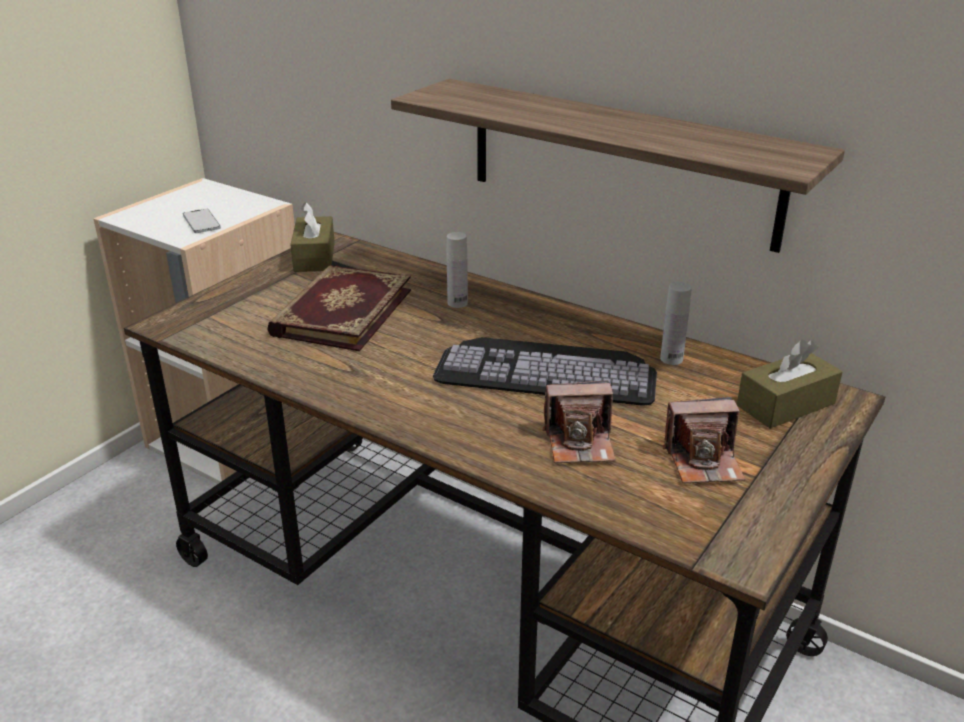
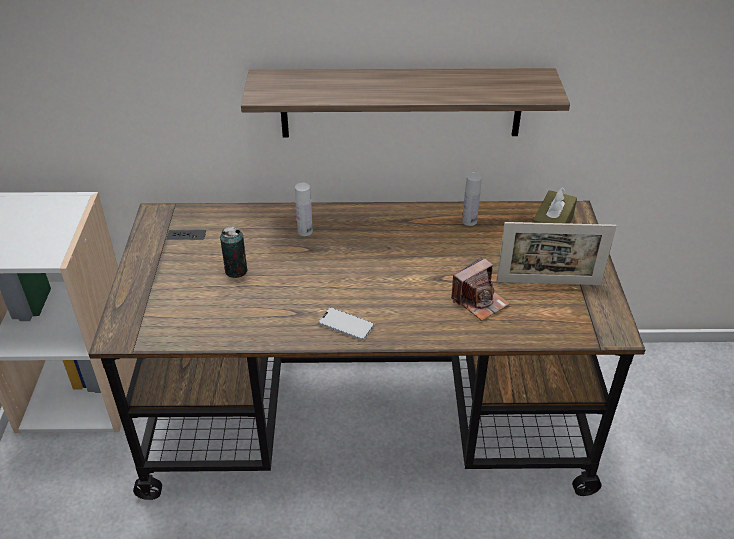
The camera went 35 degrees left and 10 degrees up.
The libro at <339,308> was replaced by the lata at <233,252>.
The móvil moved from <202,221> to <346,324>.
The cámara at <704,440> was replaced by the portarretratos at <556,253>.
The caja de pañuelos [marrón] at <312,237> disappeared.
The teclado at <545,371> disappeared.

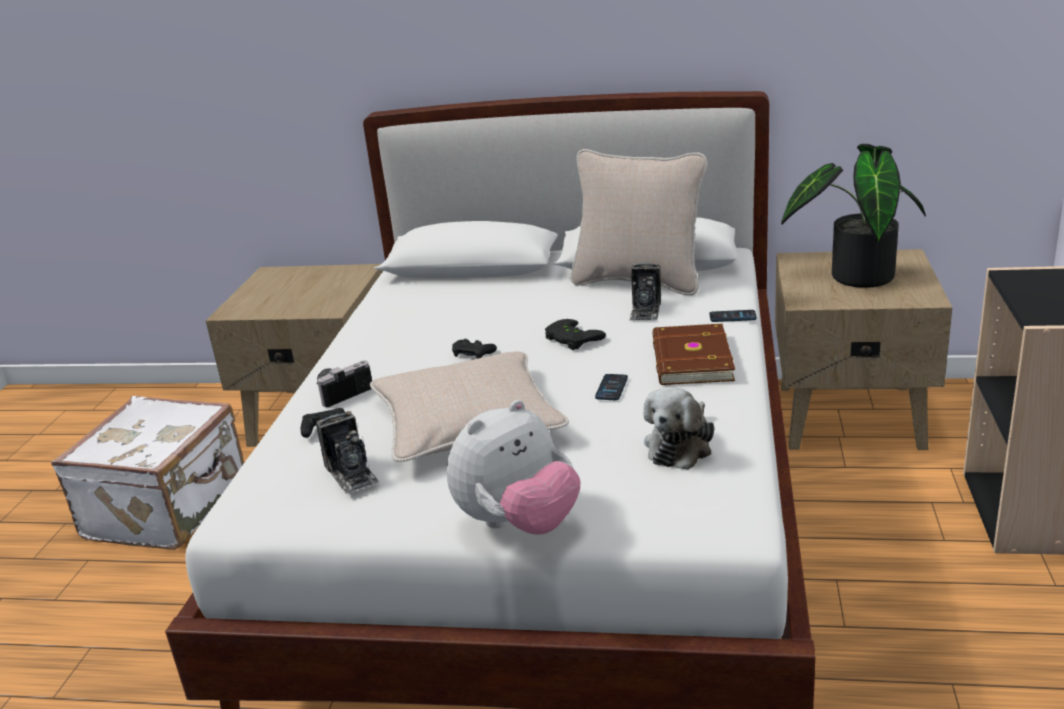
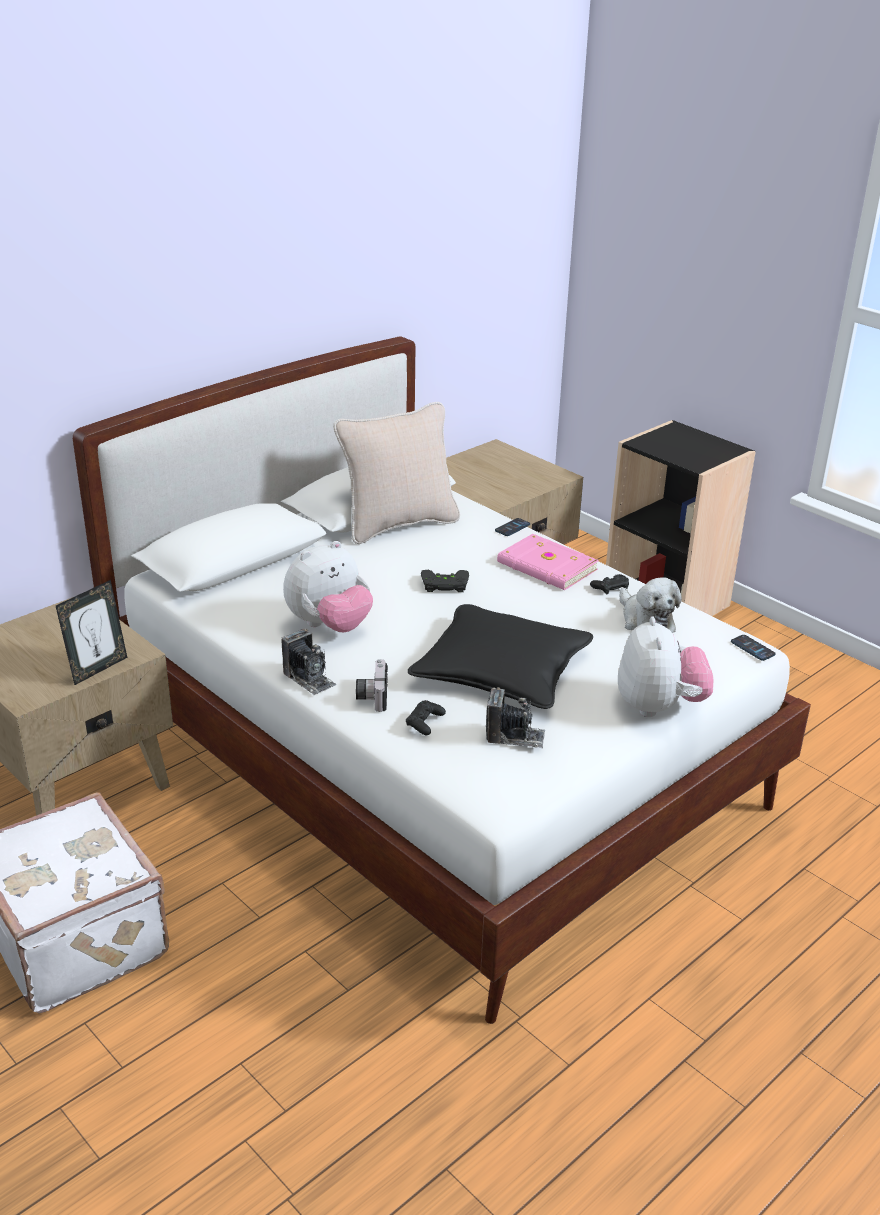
The camera went 55 degrees left and 5 degrees up.
The portarretratos at <91,632> appeared.
The cámara moved from <645,292> to <309,662>.
The peluche at <328,586> appeared.
The cojín [beis] at <469,406> became the cojín [negro] at <500,656>.
The libro [marrón] at <693,354> became the libro [rosa] at <548,562>.
The mando de consola [negro] moved from <474,349> to <609,584>.
The móvil moved from <611,387> to <753,648>.
The planta en maceta at <853,216> disappeared.

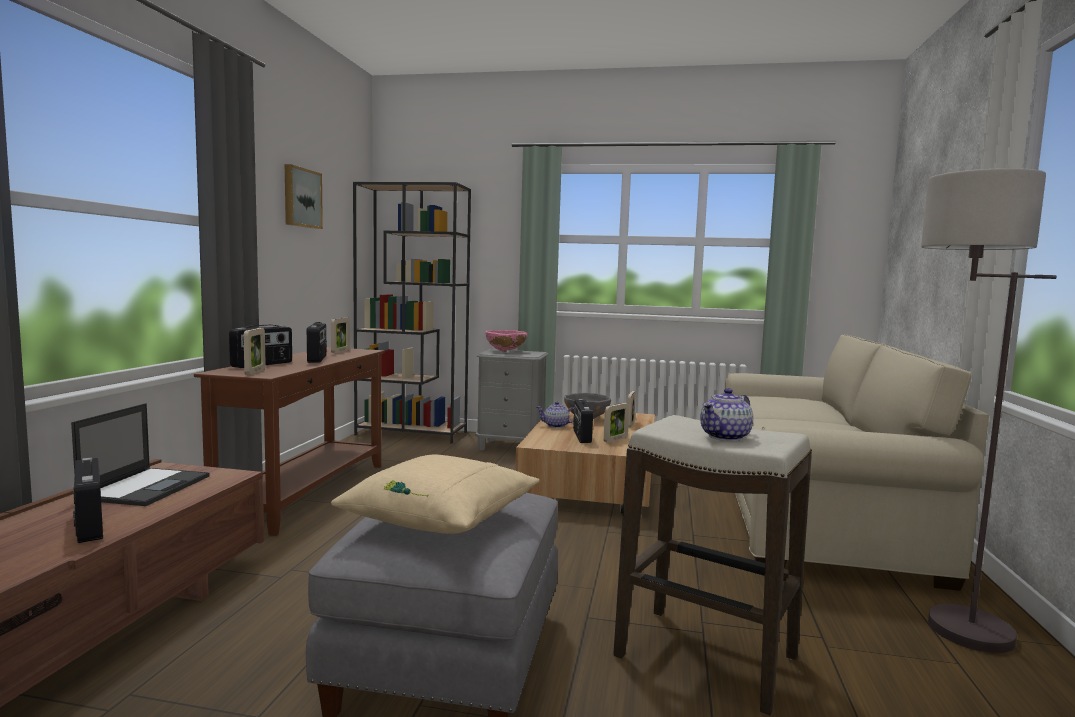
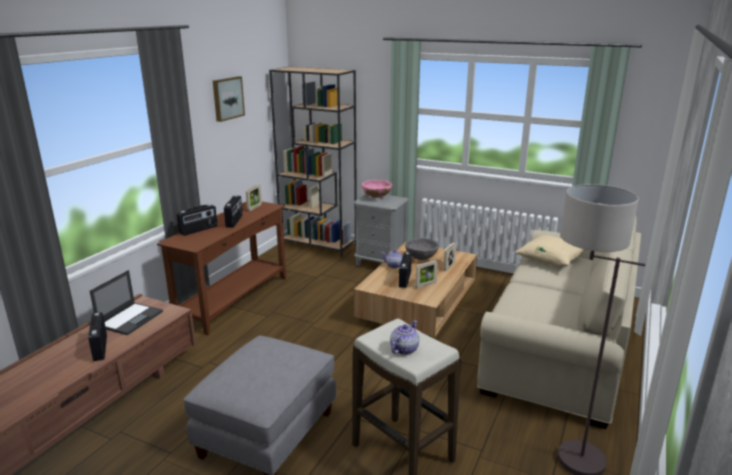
The camera went 15 degrees right and 15 degrees up.
The tetera at <726,414> turned 150 degrees clockwise.
The cojín [beis] moved from <435,494> to <550,250>.
The portarretratos at <254,351> disappeared.

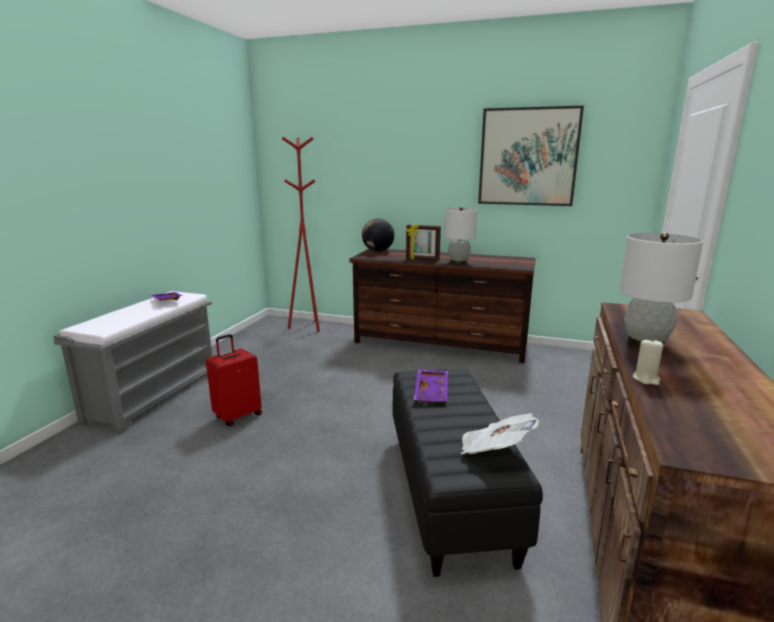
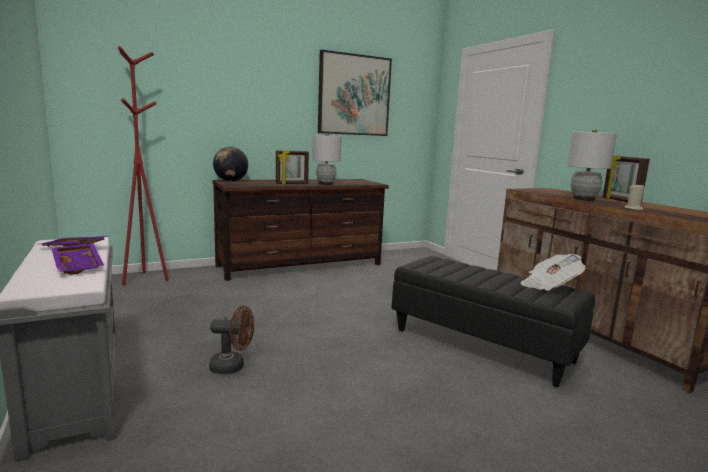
The camera went 45 degrees left and 5 degrees down.
The bandeja [morado] moved from <431,386> to <77,259>.
The maleta [rojo] at <234,380> was replaced by the ventilador [marrón] at <231,339>.
The portarretratos at <626,179> appeared.

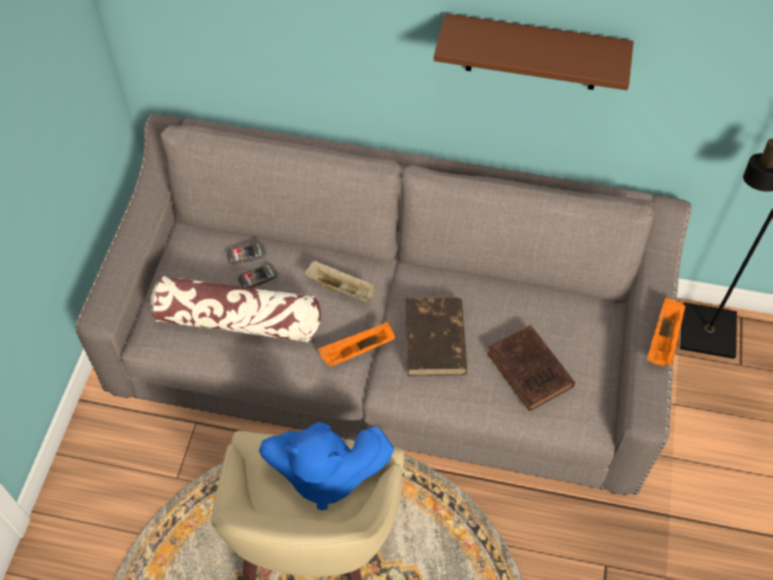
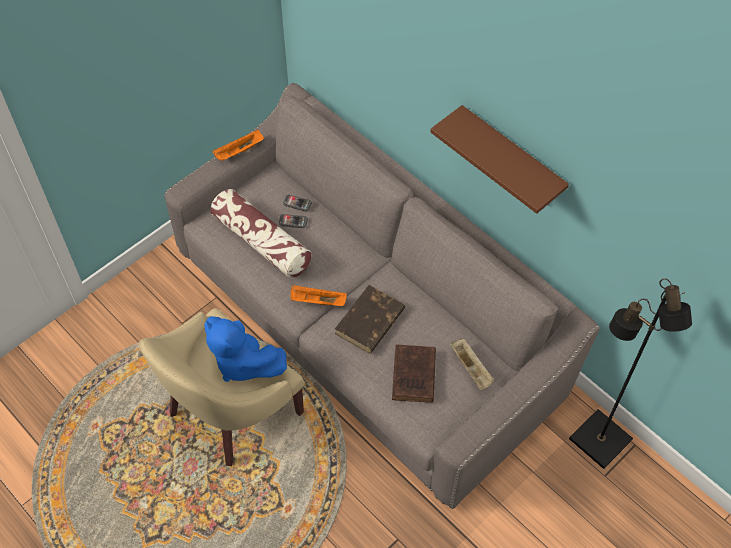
The camera went 35 degrees right and 0 degrees up.
The bandeja [naranja] moved from <666,332> to <238,145>.
The bandeja [beis] moved from <340,282> to <472,364>.

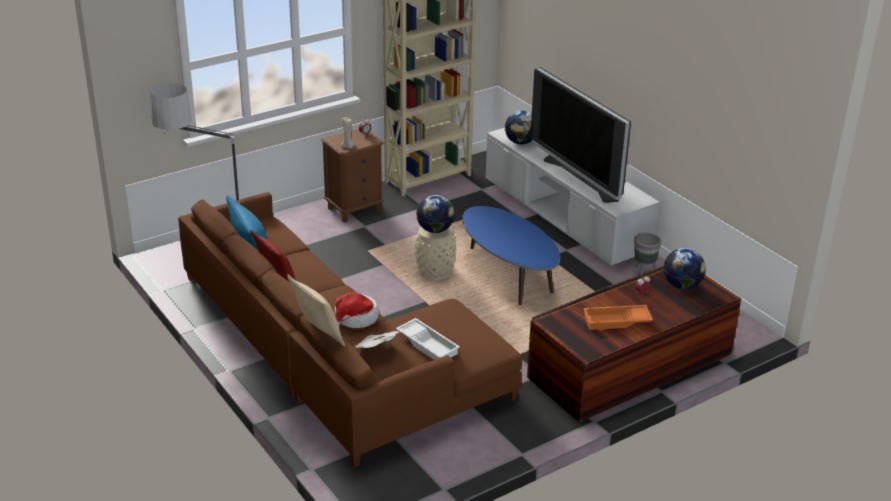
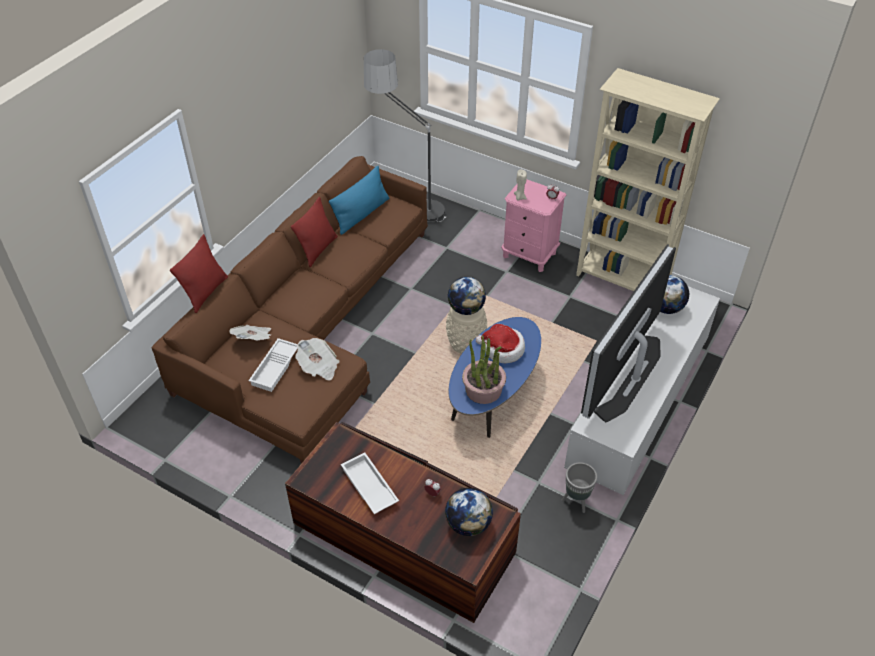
The camera went 65 degrees right and 15 degrees up.
The cojín [beis] at <316,310> became the cojín [rojo] at <199,273>.
The periódico at <317,359> appeared.
The bandeja [naranja] at <618,317> became the bandeja [blanco] at <370,483>.
The planta en maceta at <484,369> appeared.
The sombrero moved from <357,310> to <500,343>.
The mesita de noche [marrón] at <352,175> became the mesita de noche [rosa] at <533,225>.

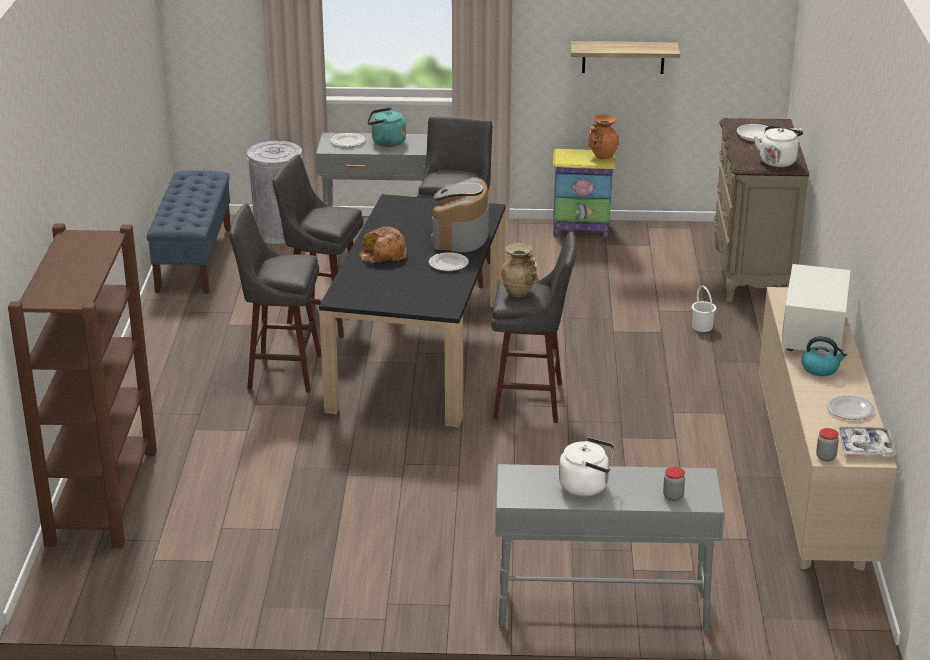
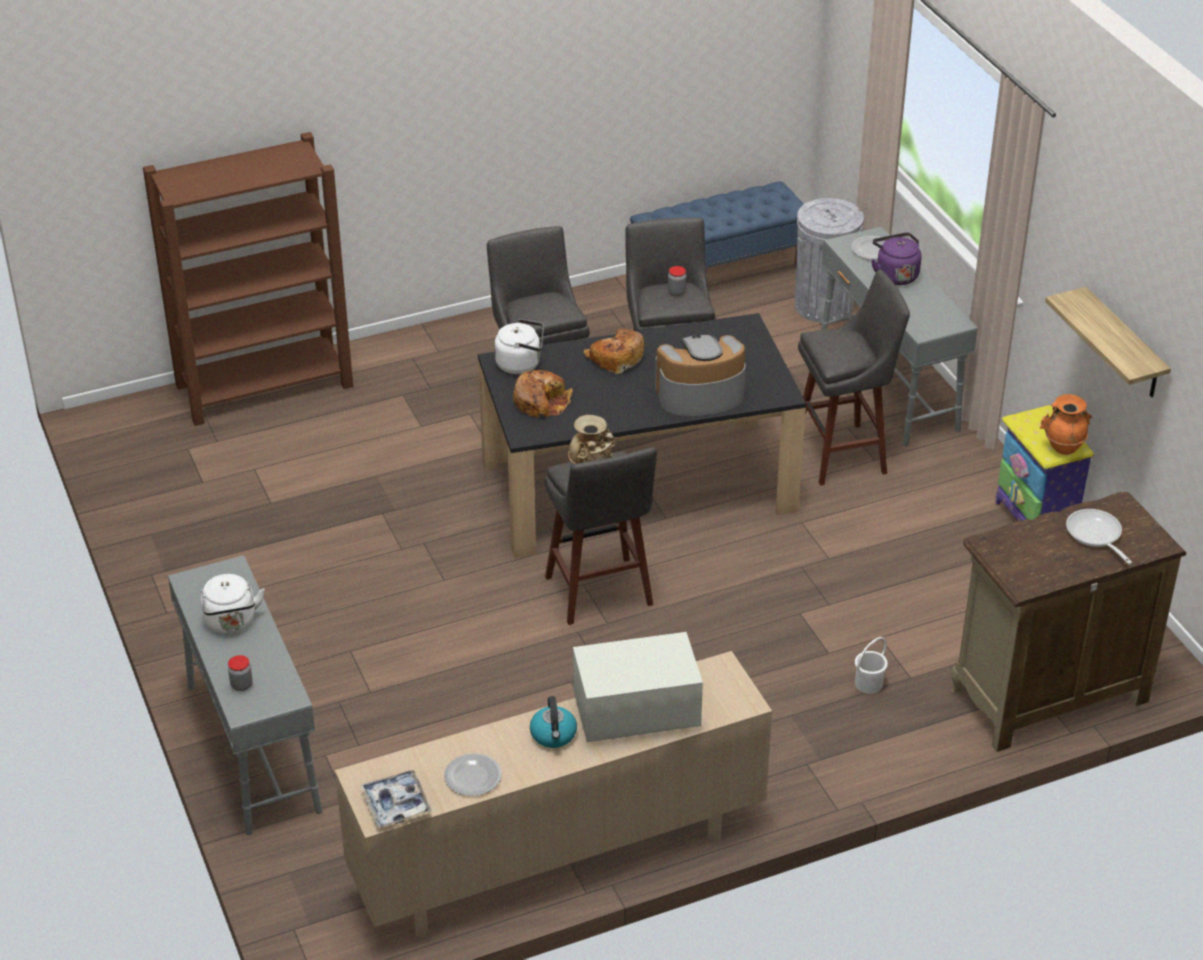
The camera went 65 degrees right and 10 degrees up.
The hervidor [blanco] moved from <778,146> to <519,346>.
The pan at <543,394> appeared.
The tarro moved from <827,445> to <677,281>.
The hervidor [turquesa] at <386,127> became the hervidor [morado] at <896,259>.
The plato at <449,261> disappeared.

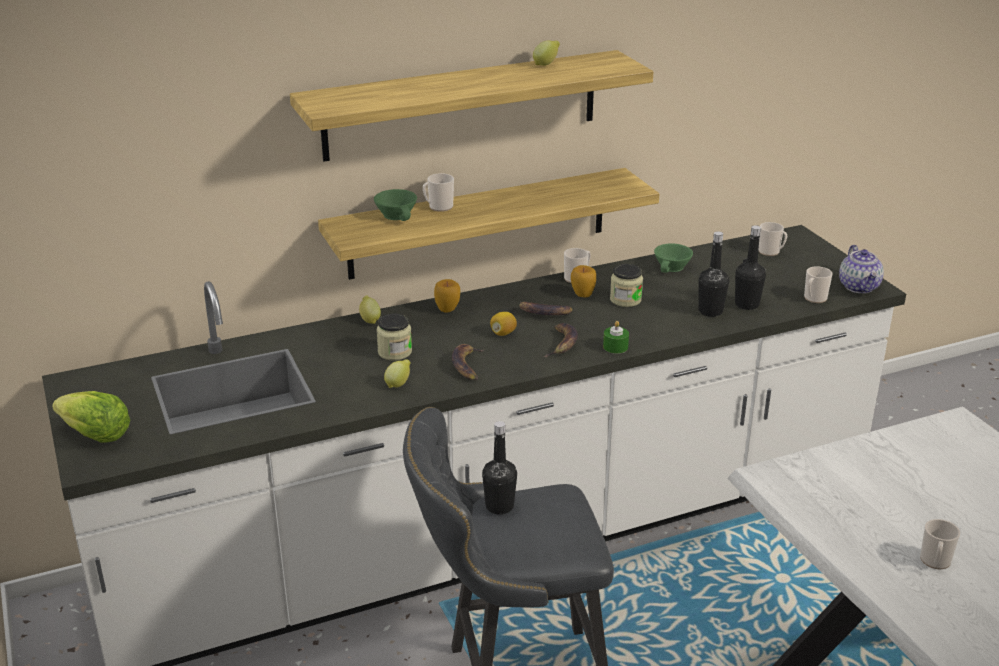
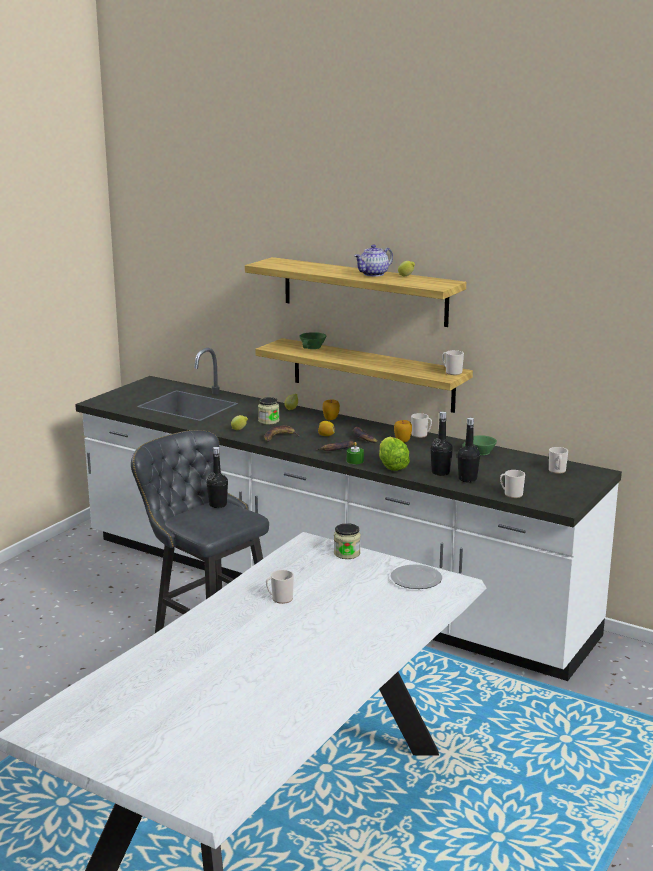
The camera went 55 degrees right and 10 degrees down.
The tarro moved from <626,285> to <347,541>.
The tetera moved from <861,269> to <373,261>.
The lechuga moved from <91,417> to <394,454>.
The plato at <416,576> appeared.
The taza grande moved from <438,192> to <453,362>.

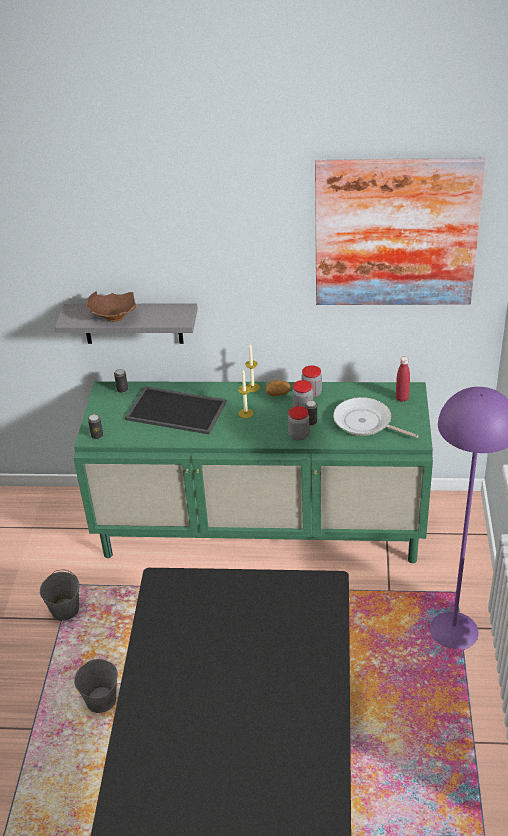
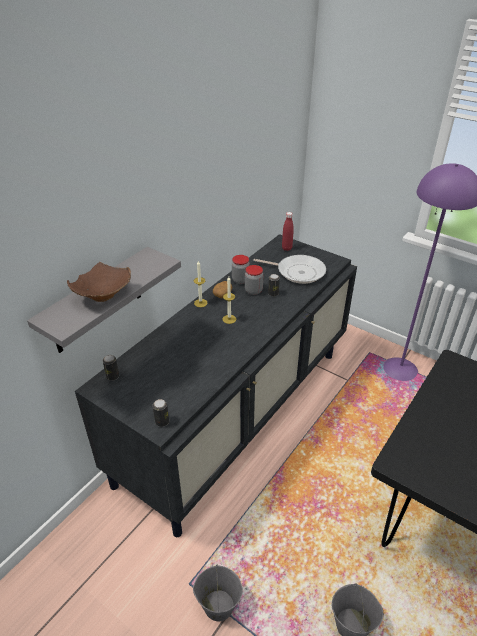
The camera went 60 degrees left and 0 degrees up.
The armario [verde] at <253,472> became the armario [negro] at <216,385>.
The sartén at <376,417> turned 135 degrees counterclockwise.
The bandeja at <176,410> disappeared.
The tarro at <299,423> disappeared.
The cuadro at <400,231> disappeared.

